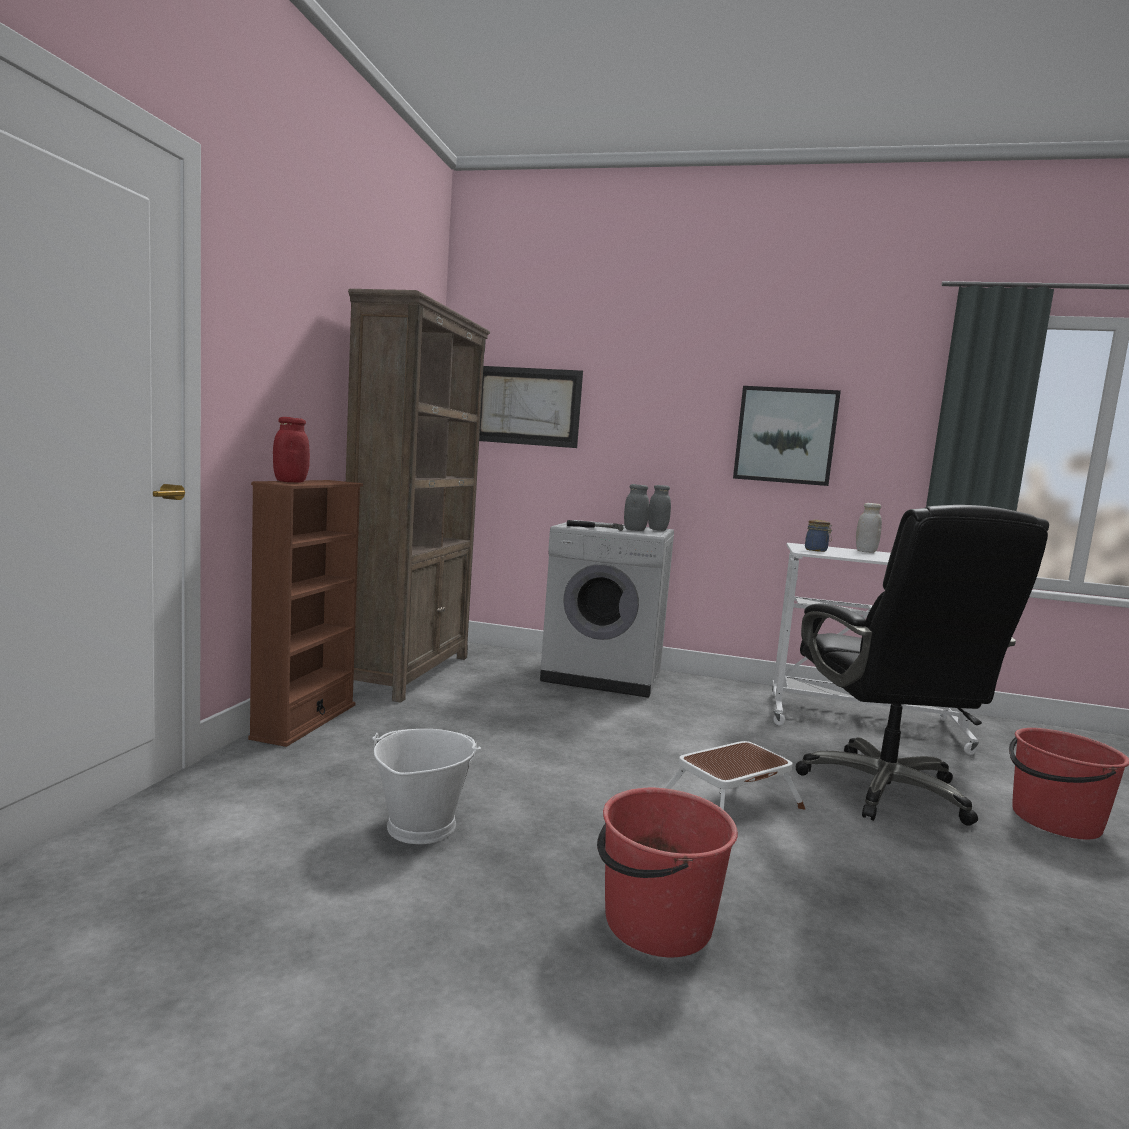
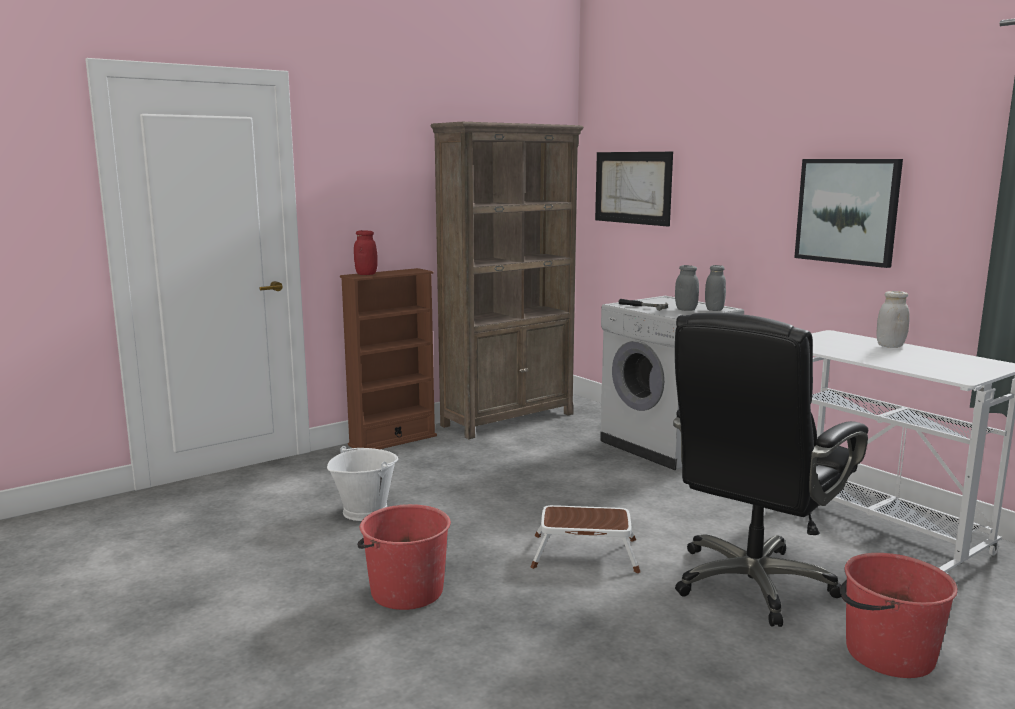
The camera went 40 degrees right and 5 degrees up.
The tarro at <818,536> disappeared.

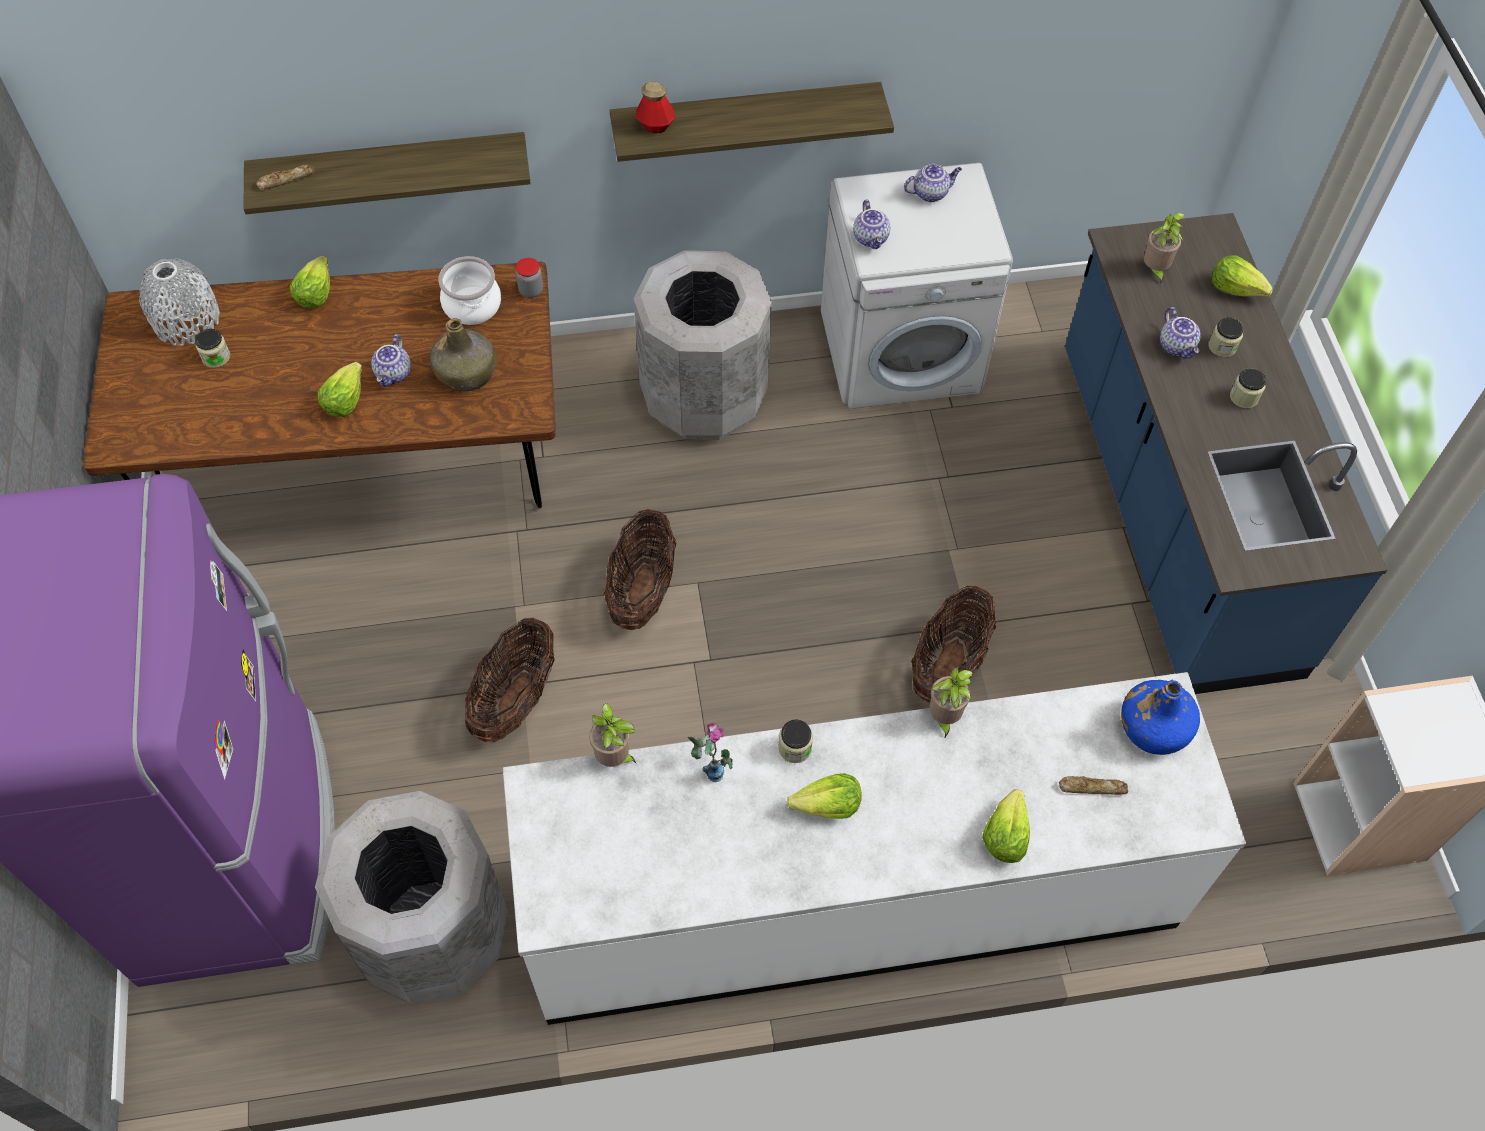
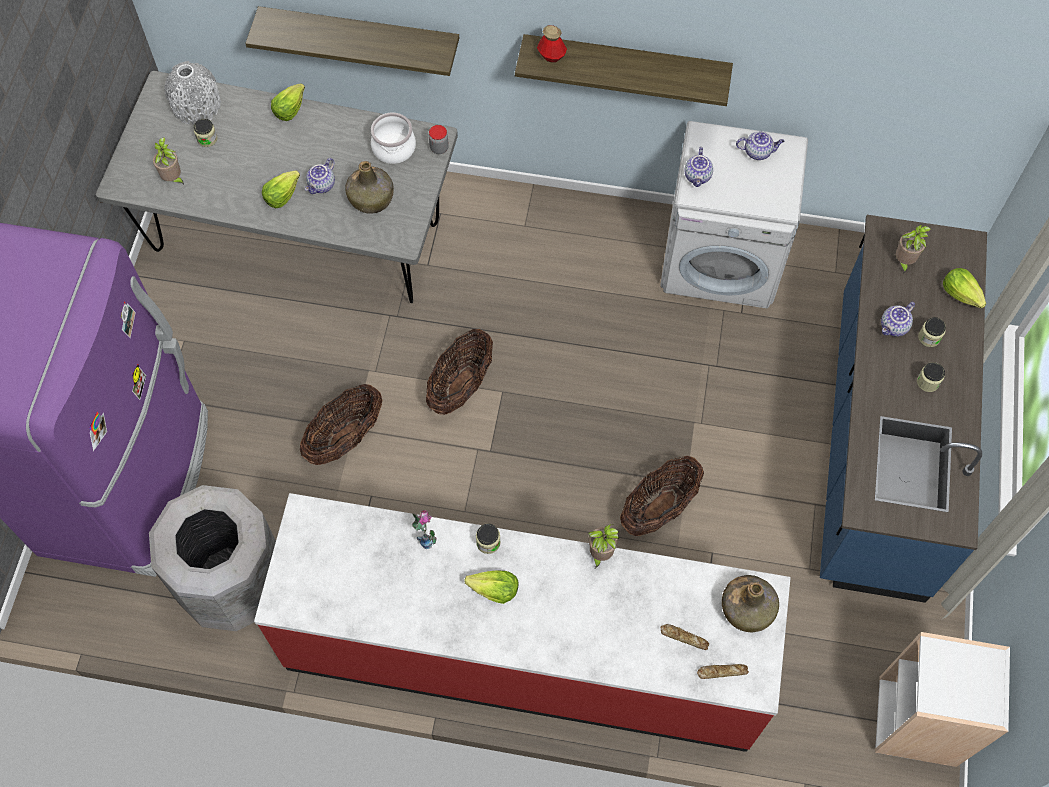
The camera went 20 degrees right and 5 degrees up.
The mesa de comedor [marrón] at <319,385> became the mesa de comedor [gris] at <277,187>.
The planta en maceta moved from <613,735> to <168,161>.
The mueble bajo de cocina [blanco] at <874,848> became the mueble bajo de cocina [rojo] at <522,622>.
The pan moved from <286,177> to <723,671>.
The botella [azul] at <1160,717> became the botella [verde] at <750,603>.
The tetera at <1180,333> turned 45 degrees clockwise.
The papelera [gris] at <703,345> disappeared.
The lechuga at <1006,826> disappeared.

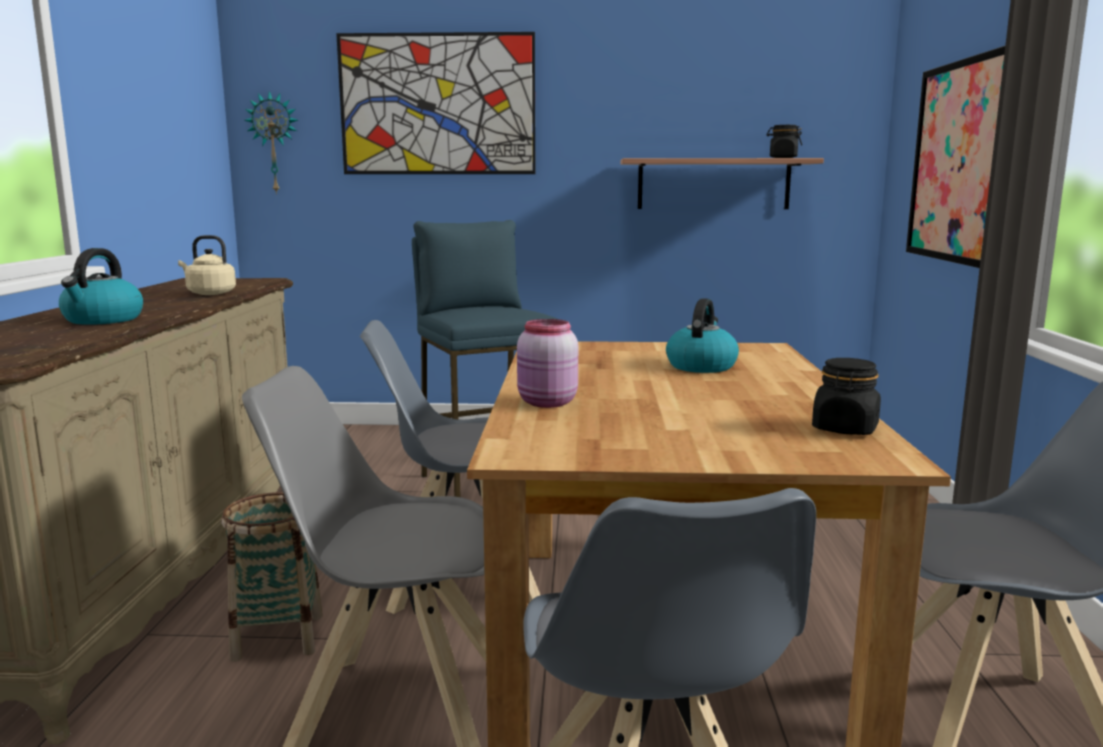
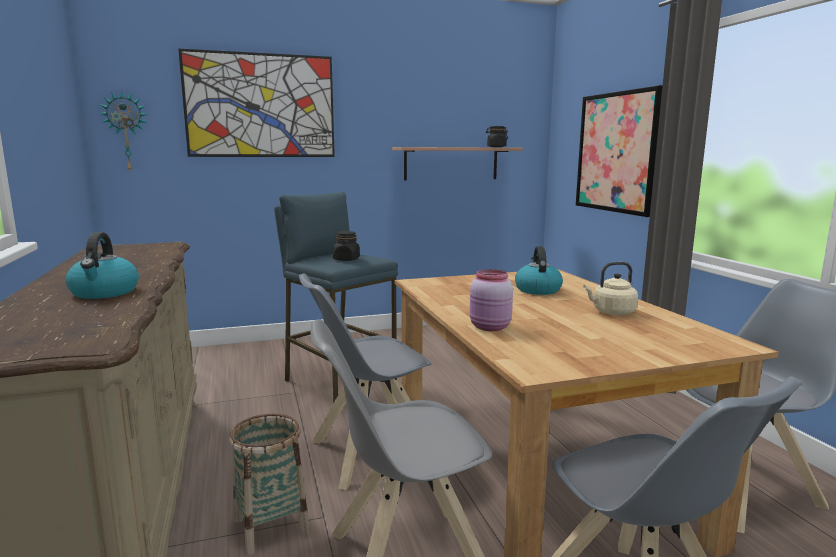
The camera went 20 degrees left and 0 degrees up.
The tarro [negro] moved from <846,396> to <346,246>.
The hervidor [beis] moved from <207,265> to <610,288>.

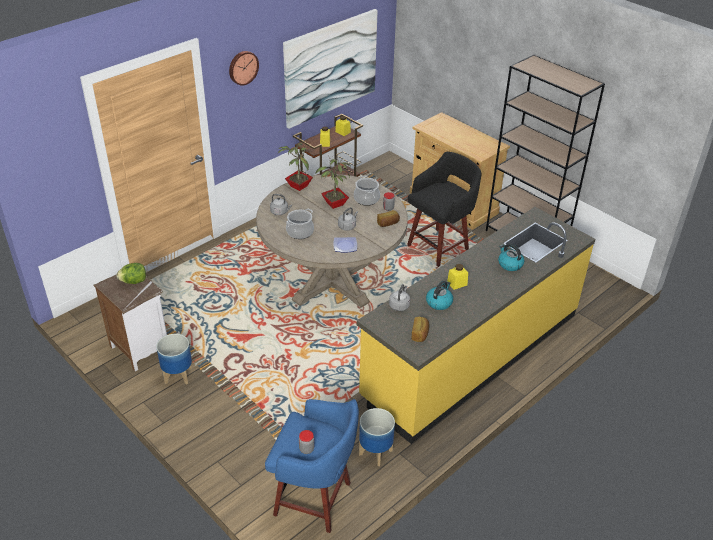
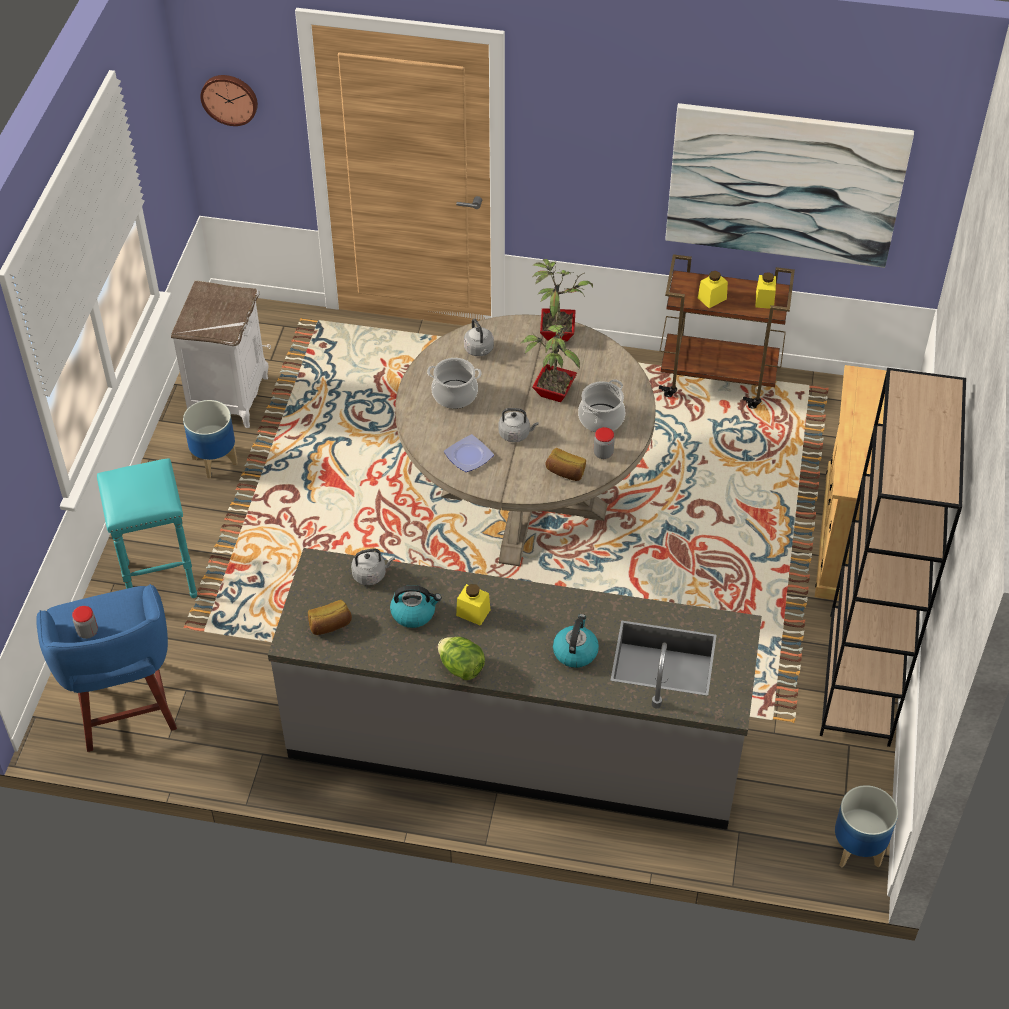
The camera went 55 degrees right and 10 degrees up.
The taburete [turquesa] at <147,528> appeared.
The reloj de pared moved from <244,68> to <229,100>.
The mueble bajo de cocina [amarillo] at <476,325> became the mueble bajo de cocina [gris] at <515,689>.
The lechuga moved from <131,273> to <461,658>.
The maceta moved from <377,437> to <866,826>.
The taburete [negro] at <444,209> disappeared.

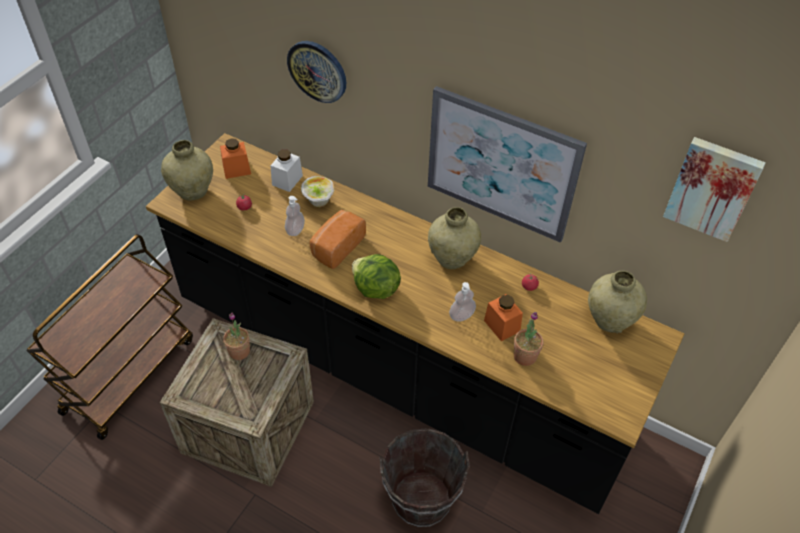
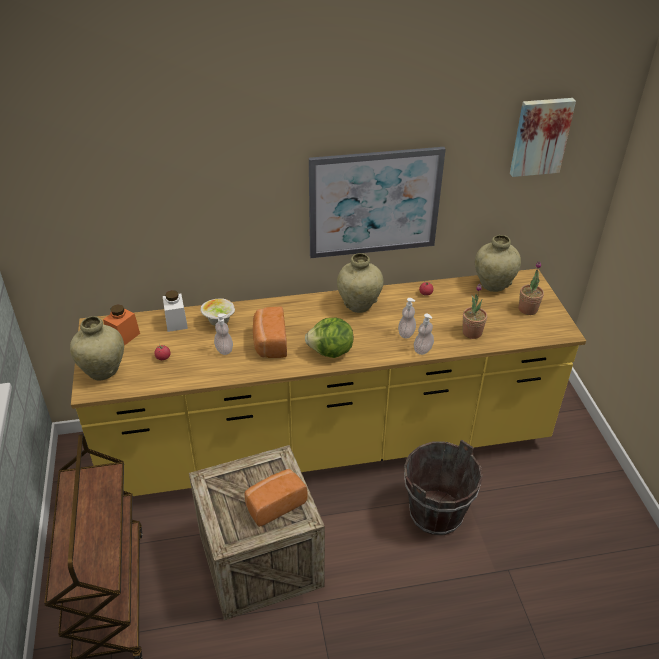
The camera went 40 degrees left and 10 degrees down.
The mueble bajo de cocina [negro] at <415,323> became the mueble bajo de cocina [amarillo] at <328,382>.
The pan at <276,498> appeared.
The dispensador de jabón at <424,334> appeared.
The planta en maceta moved from <236,336> to <531,288>.
The reloj de pared at <316,72> disappeared.
The tarro [naranja] at <503,318> disappeared.

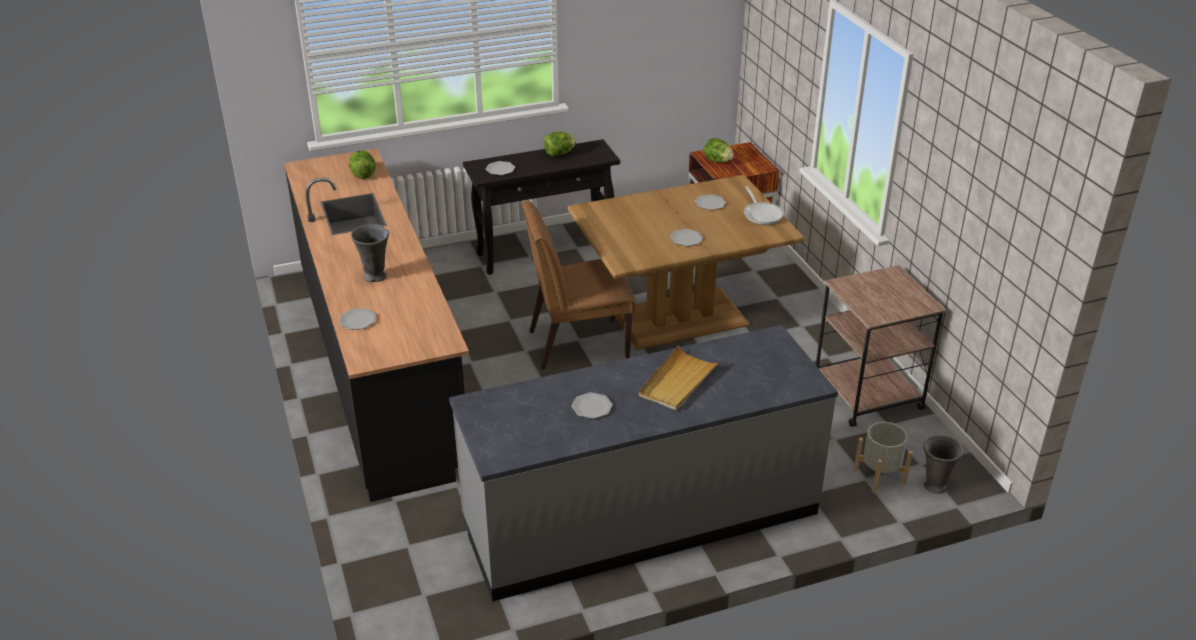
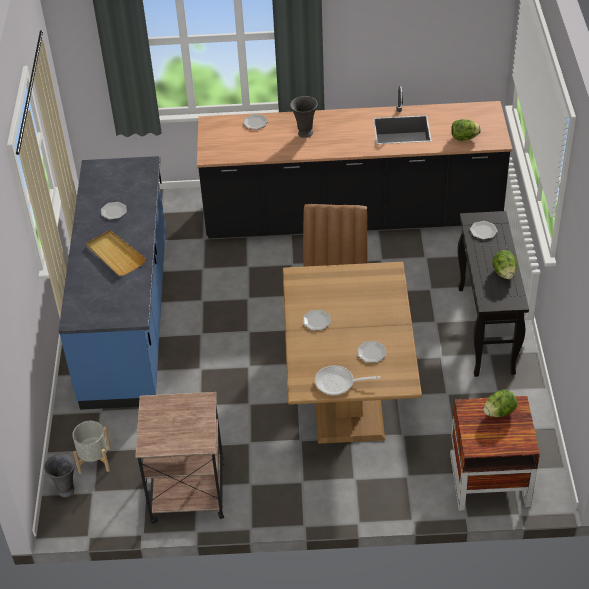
The camera went 110 degrees right and 10 degrees up.
The mueble bajo de cocina [gris] at <643,463> became the mueble bajo de cocina [azul] at <112,283>.

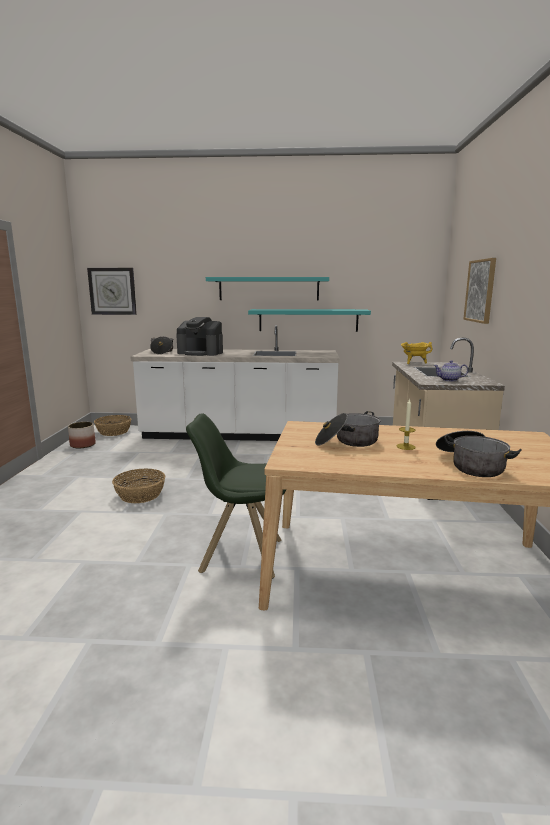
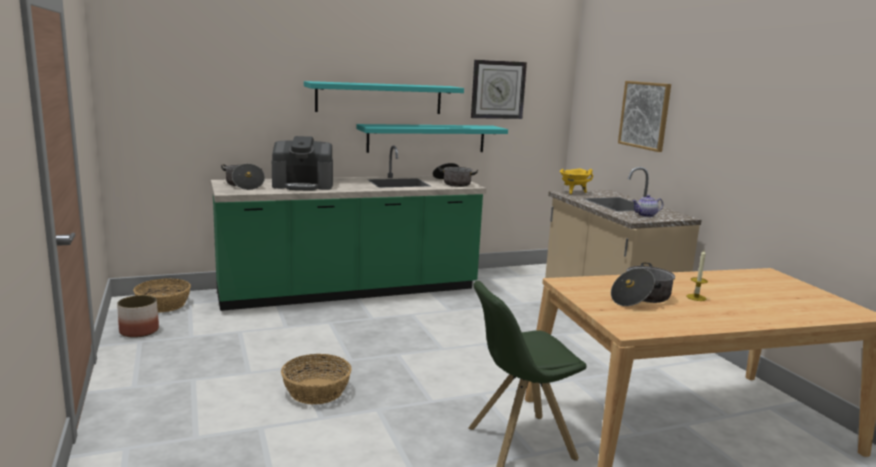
The camera went 25 degrees left and 0 degrees up.
The mueble bajo de cocina [blanco] at <235,383> became the mueble bajo de cocina [verde] at <348,228>.
The olla moved from <478,454> to <455,175>.
The reloj de pared moved from <112,291> to <499,89>.

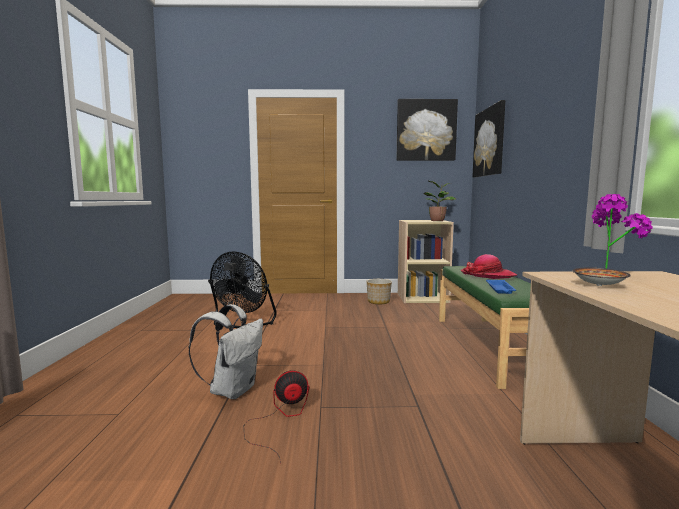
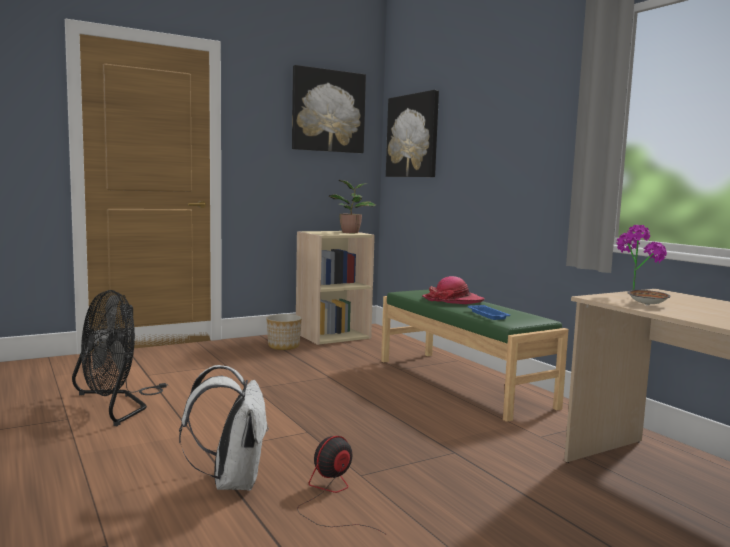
The camera went 30 degrees left and 0 degrees up.
The ventilador [negro] at <242,293> turned 120 degrees counterclockwise.

